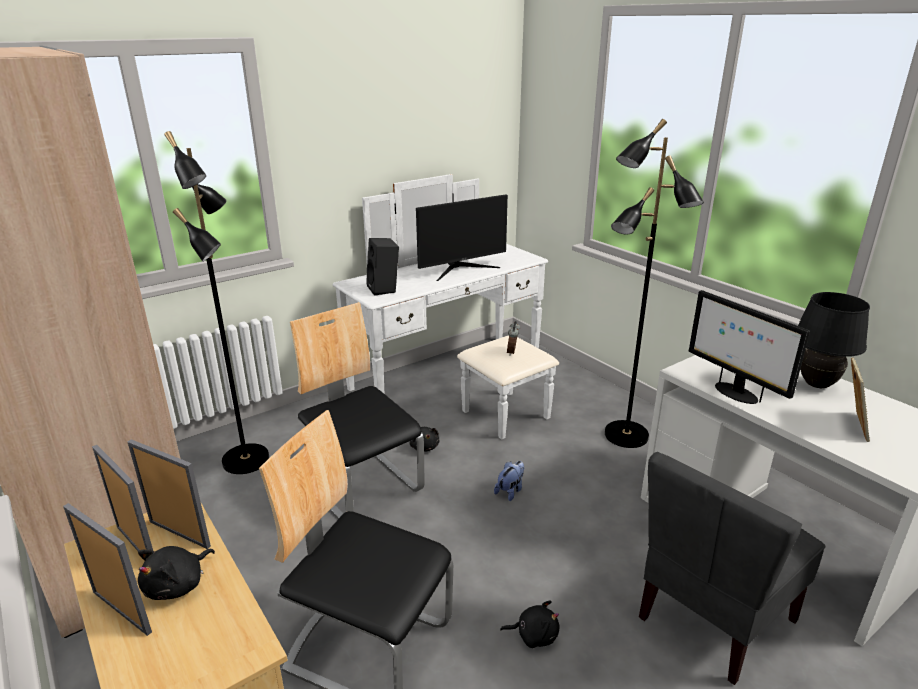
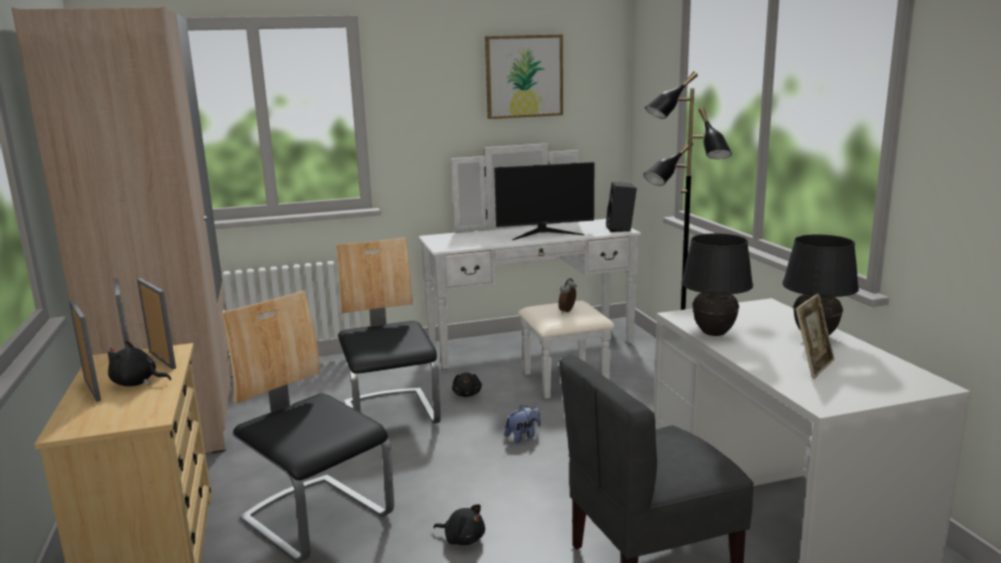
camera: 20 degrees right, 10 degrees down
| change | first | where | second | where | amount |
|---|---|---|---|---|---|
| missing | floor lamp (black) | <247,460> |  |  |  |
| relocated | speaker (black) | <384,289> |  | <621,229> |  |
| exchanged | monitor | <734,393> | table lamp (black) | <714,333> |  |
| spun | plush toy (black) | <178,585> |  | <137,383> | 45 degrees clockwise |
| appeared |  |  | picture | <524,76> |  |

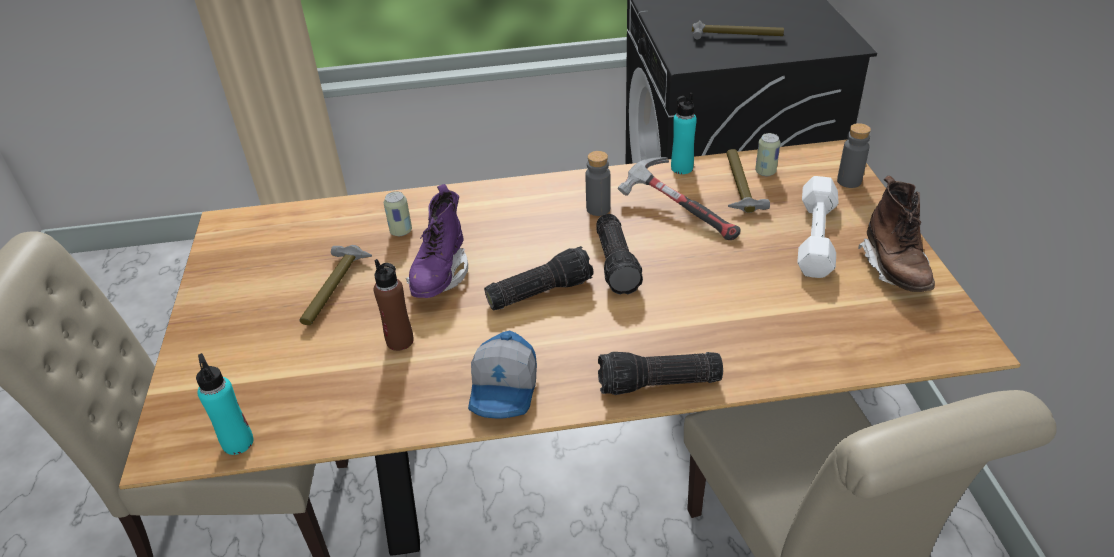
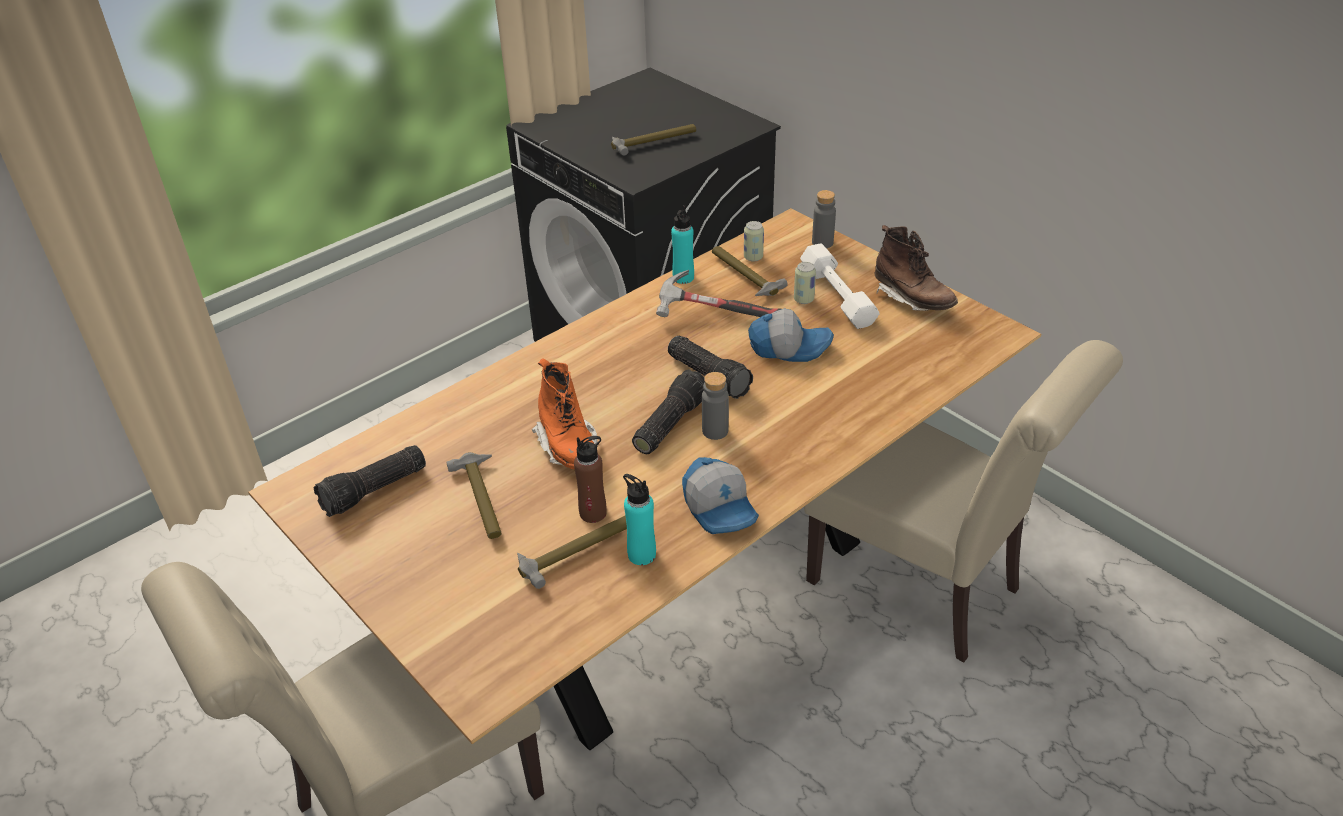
camera: 35 degrees left, 0 degrees up
| change | first | where | second | where | amount |
|---|---|---|---|---|---|
| relocated | bottle (grey) | <598,209> |  | <715,431> |  |
| colour | boot (purple) | <440,275> | boot (orange) | <568,447> |  |
| relocated | can | <401,231> |  | <803,299> |  |
| relocated | flashlight | <658,385> |  | <374,491> |  |
| relocated | bottle (turquoise) | <238,442> |  | <641,554> |  |
| appeared |  |  | cap | <789,346> |  |
| appeared |  |  | hammer | <577,552> |  |

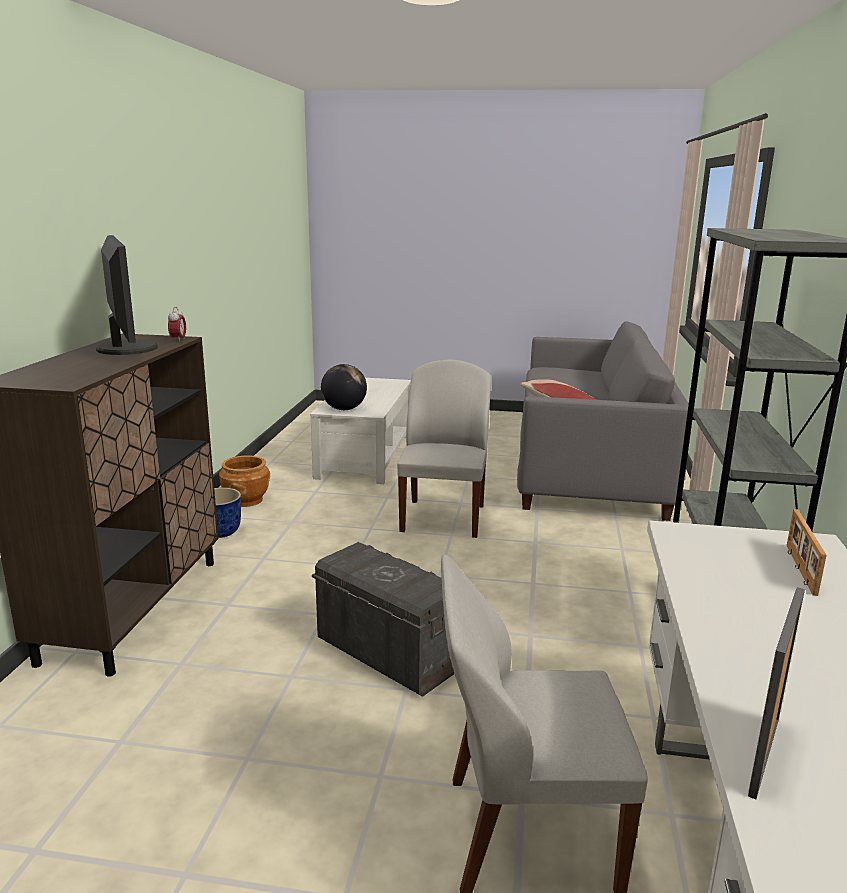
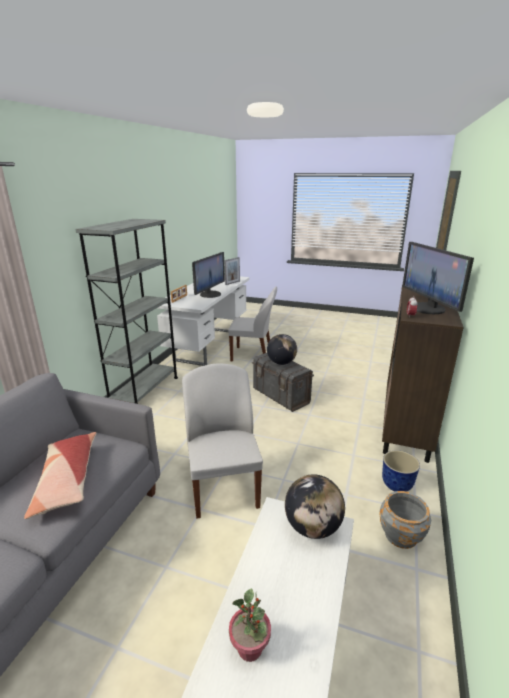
camera: 170 degrees left, 5 degrees up
| change | first | where | second | where | amount |
|---|---|---|---|---|---|
| spun | chair (white) | <443,517> |  | <224,488> | 150 degrees clockwise |
| colour | planter (brown) | <246,500> | planter (grey) | <400,535> |  |
| appeared |  |  | monitor | <210,294> |  |
| appeared |  |  | globe | <281,363> |  |
| appeared |  |  | potted plant | <250,648> |  |

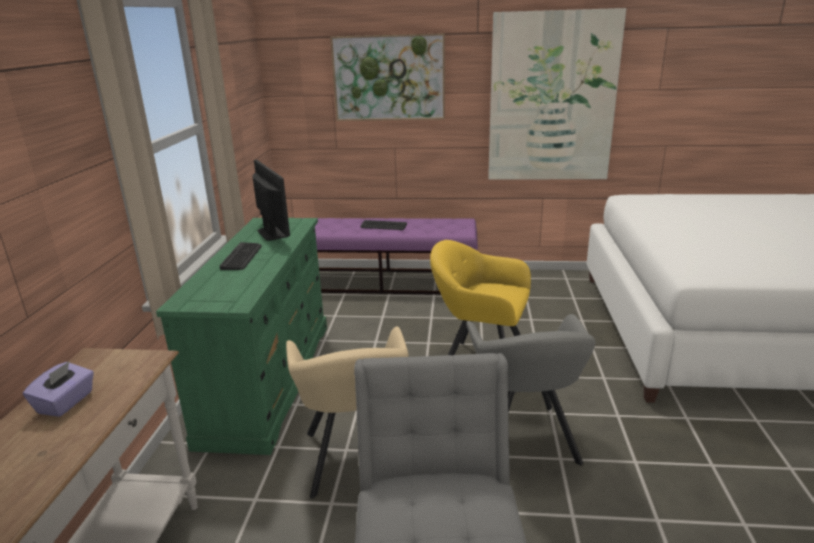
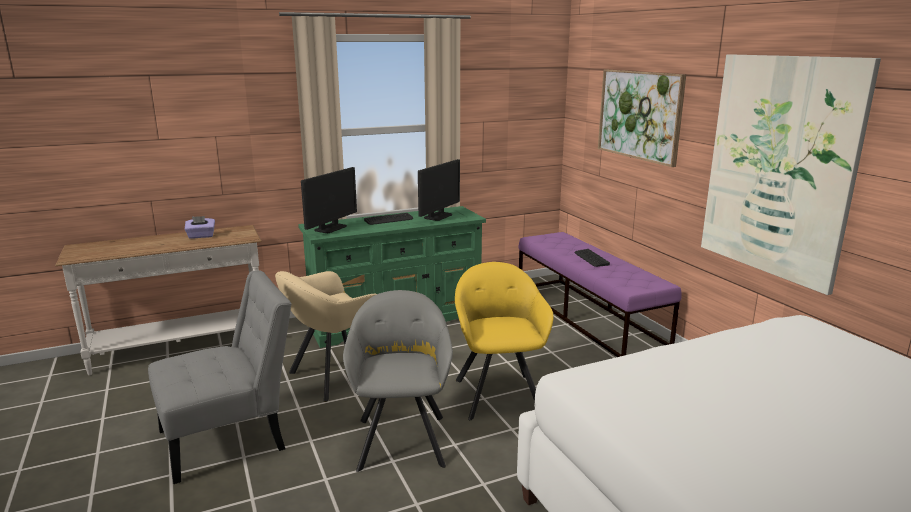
camera: 60 degrees right, 5 degrees down
| change | first | where | second | where | amount |
|---|---|---|---|---|---|
| spun | armchair (grey) | <523,441> |  | <402,438> | 120 degrees clockwise |
| appeared |  |  | monitor | <330,228> |  |

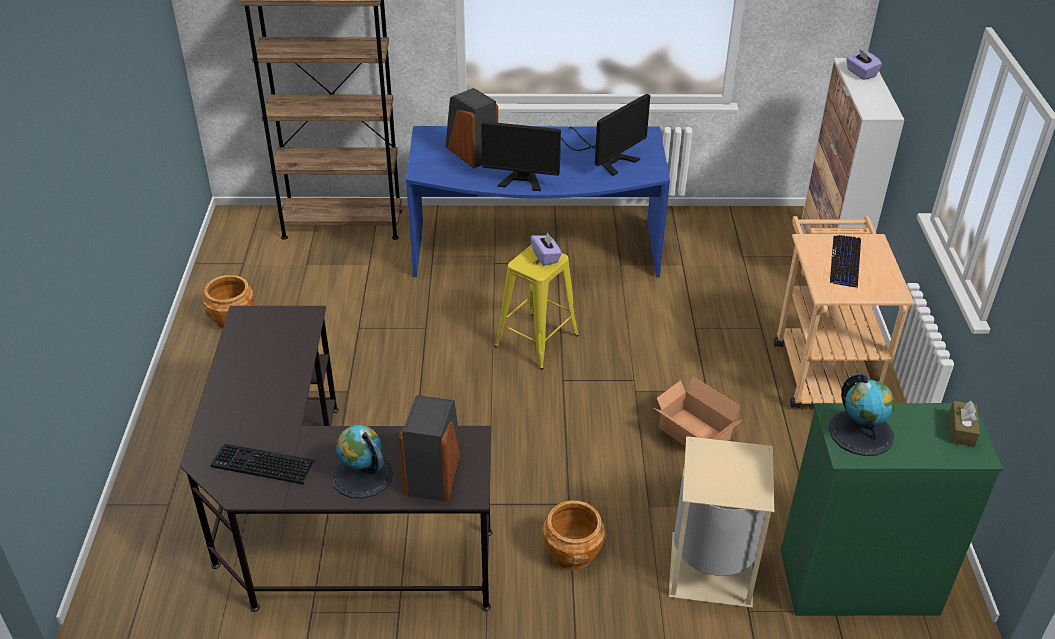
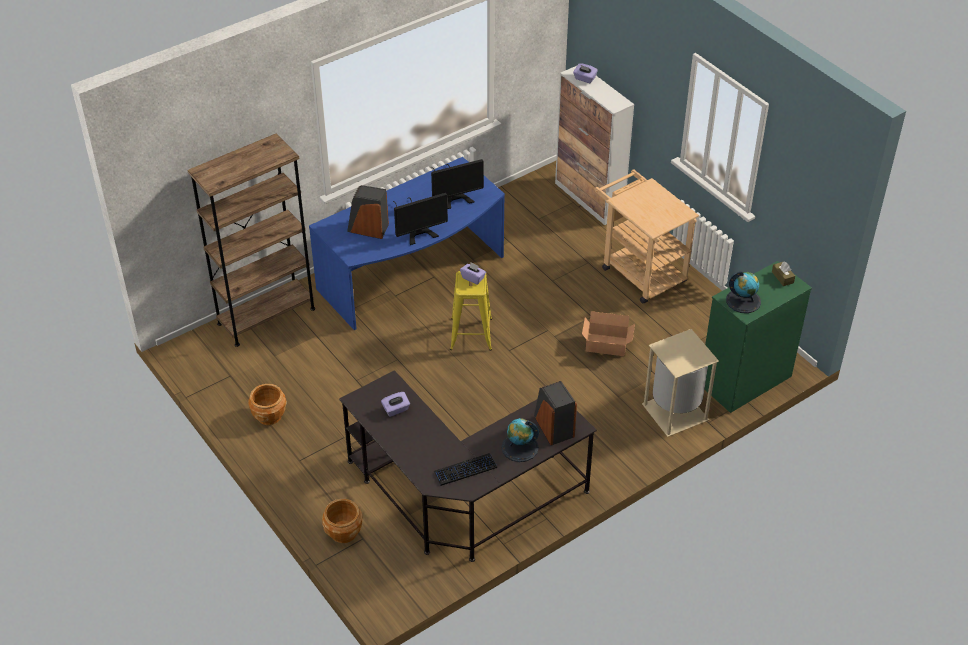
camera: 35 degrees left, 5 degrees up
| change | first | where | second | where | amount |
|---|---|---|---|---|---|
| spun | monitor | <606,158> |  | <453,194> | 60 degrees clockwise |
| missing | keyboard | <845,262> |  |  |  |
| relocated | planter (brown) | <572,554> |  | <343,532> |  |
| appeared |  |  | tissue box (purple) | <396,409> |  |

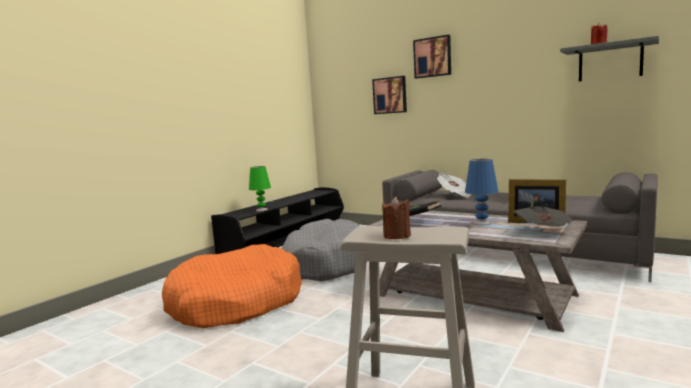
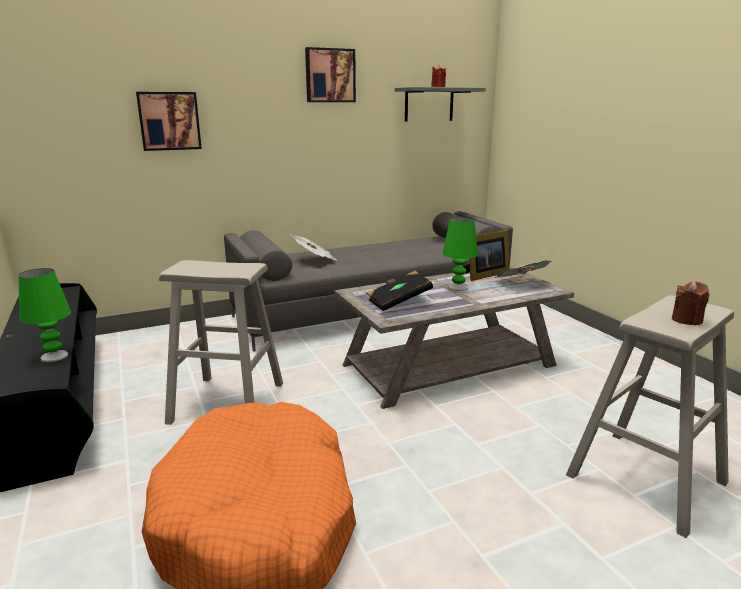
camera: 60 degrees left, 10 degrees up
| change | first | where | second | where | amount |
|---|---|---|---|---|---|
| relocated | picture | <432,57> |  | <330,75> |  |
| colour | table lamp (blue) | <481,223> | table lamp (green) | <458,287> |  |
| exchanged | dog bed (grey) | <325,263> | stool (beige) | <228,402> |  |

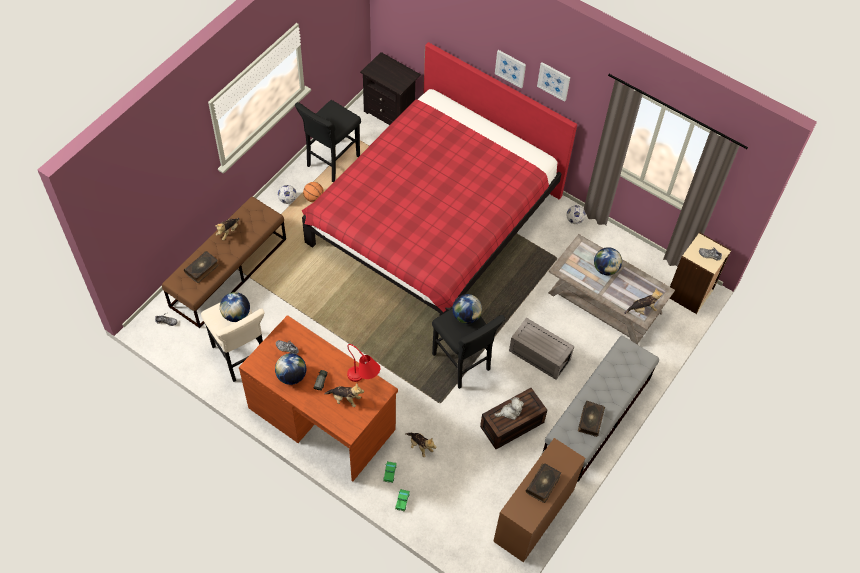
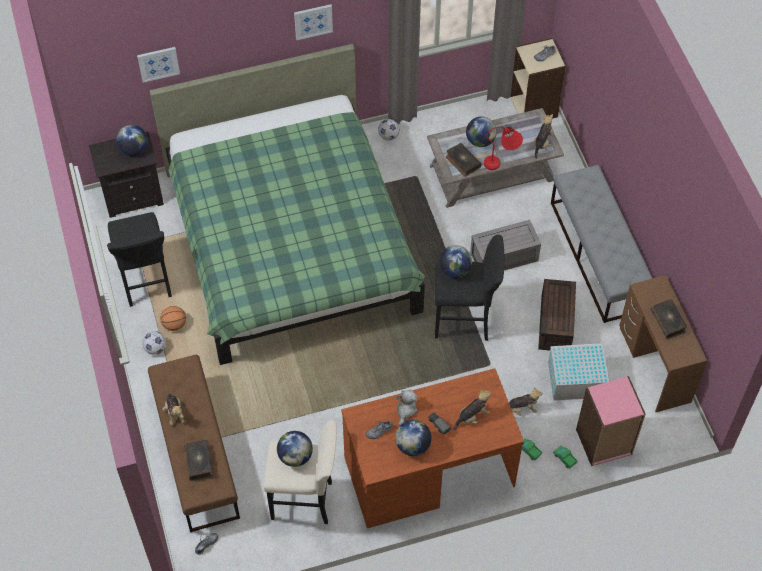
camera: 50 degrees left, 0 degrees up
| change | first | where | second | where | amount |
|---|---|---|---|---|---|
| colour | bed (red) | <434,219> | bed (green) | <290,242> |  |
| relocated | picture | <510,68> |  | <158,63> |  |
| relocated | table lamp (red) | <363,381> |  | <502,161> |  |
| relocated | plush toy | <510,412> |  | <406,410> |  |
| relocated | book | <590,420> |  | <462,162> |  |
| appeared |  |  | globe | <134,150> |  |
| appeared |  |  | storage box (white) | <575,379> |  |
| appeared |  |  | bookcase (pink) | <604,442> |  |

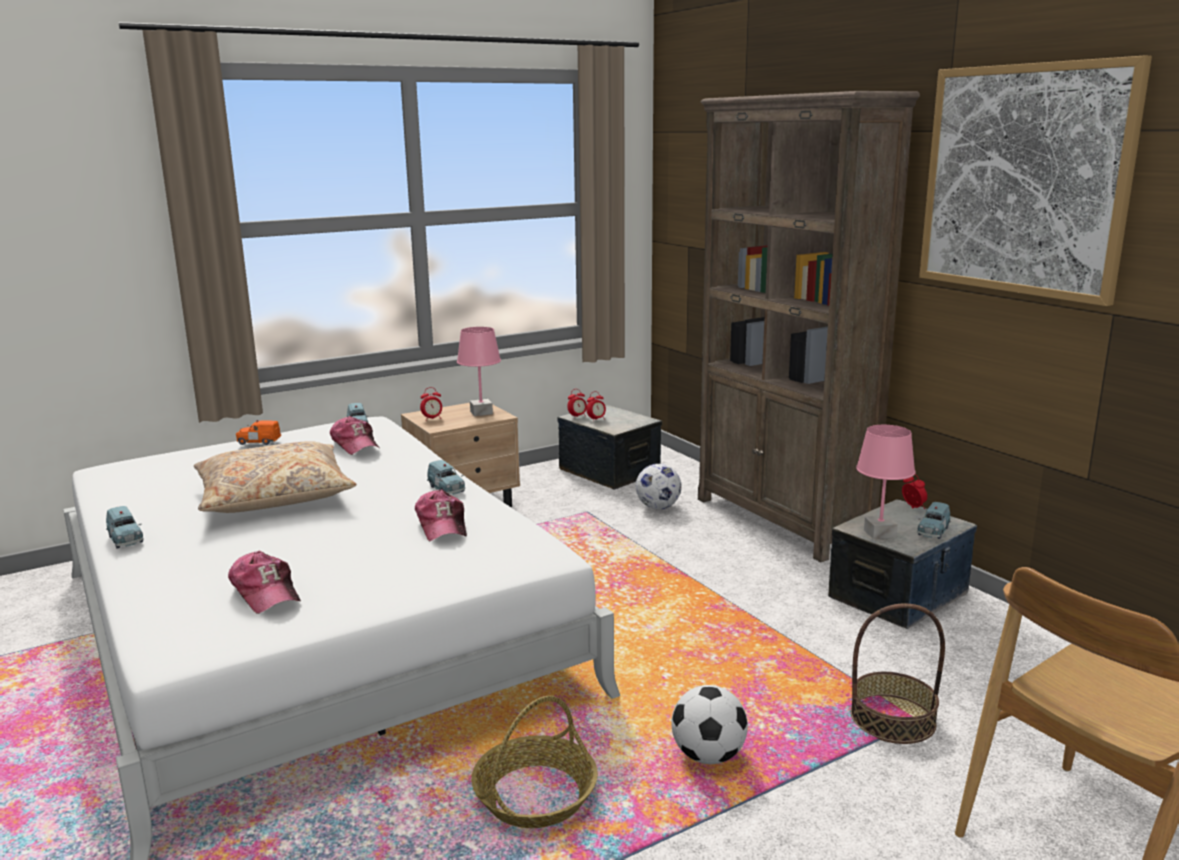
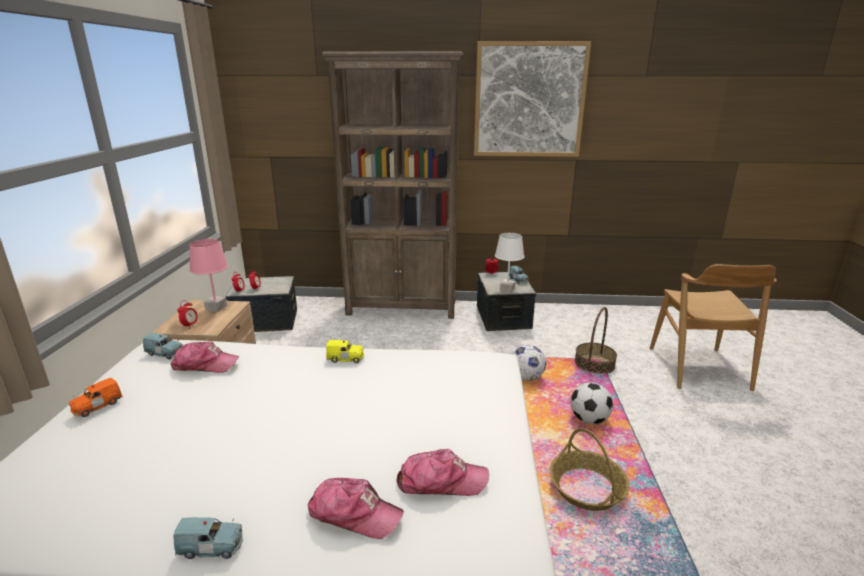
camera: 55 degrees left, 5 degrees up
| change | first | where | second | where | amount |
|---|---|---|---|---|---|
| colour | table lamp (pink) | <880,533> | table lamp (white) | <507,289> |  |
| missing | pillow (beige) | <274,496> |  |  |  |
| colour | toy car (blue) | <446,489> | toy car (yellow) | <346,359> |  |
| relocated | football | <658,507> |  | <526,378> |  |
| relocated | cap | <442,526> |  | <354,514> |  |

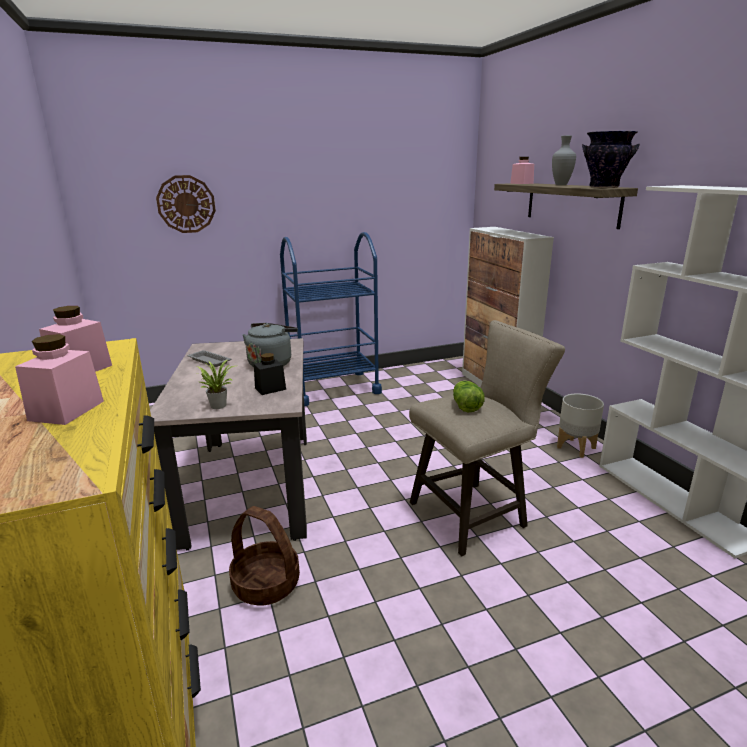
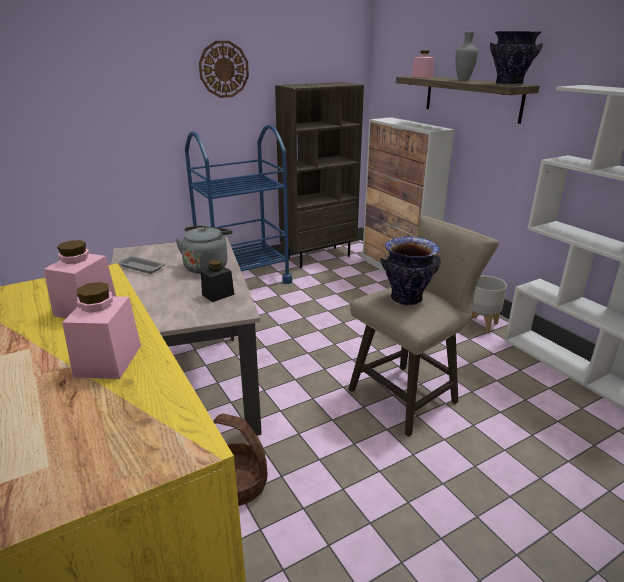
camera: 10 degrees left, 5 degrees up
| change | first | where | second | where | amount |
|---|---|---|---|---|---|
| relocated | wall clock | <186,204> |  | <224,69> |  |
| missing | potted plant | <218,405> |  |  |  |
| exchanged | lettuce | <466,406> | vase | <406,299> |  |
| appeared |  |  | bookcase (brown) | <318,257> |  |

